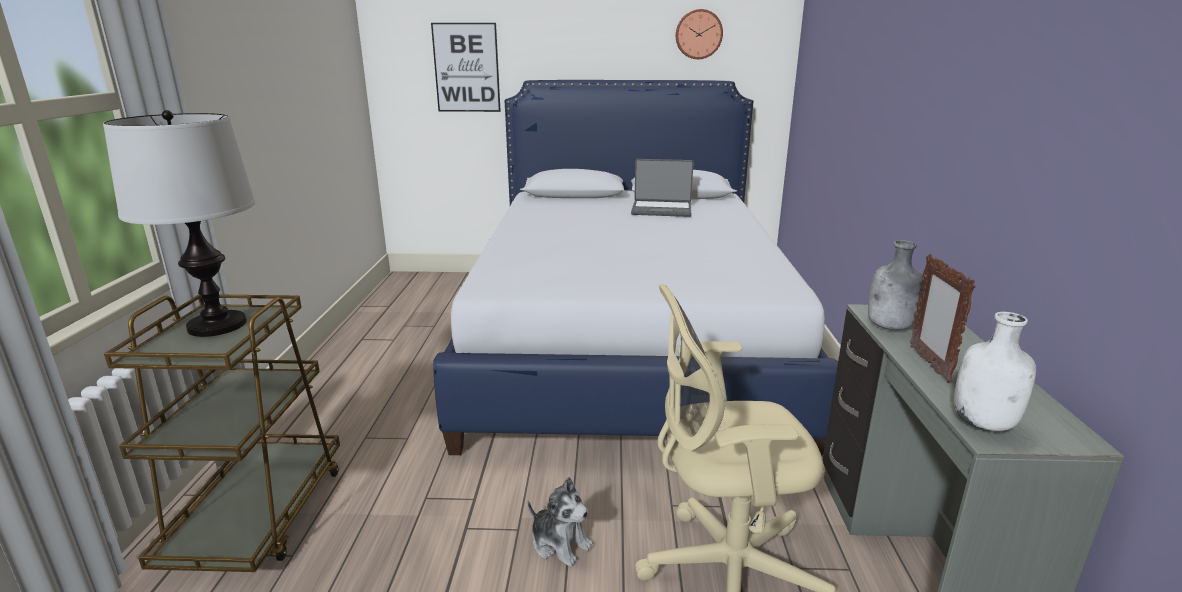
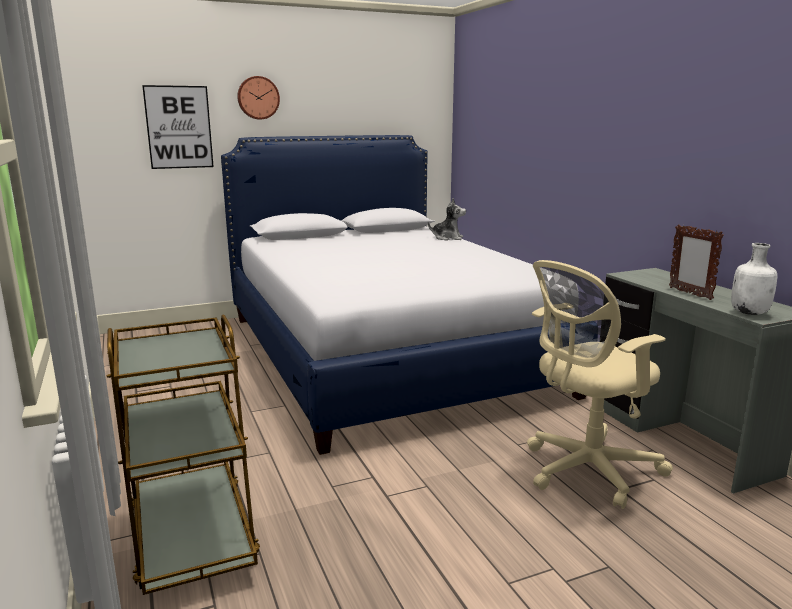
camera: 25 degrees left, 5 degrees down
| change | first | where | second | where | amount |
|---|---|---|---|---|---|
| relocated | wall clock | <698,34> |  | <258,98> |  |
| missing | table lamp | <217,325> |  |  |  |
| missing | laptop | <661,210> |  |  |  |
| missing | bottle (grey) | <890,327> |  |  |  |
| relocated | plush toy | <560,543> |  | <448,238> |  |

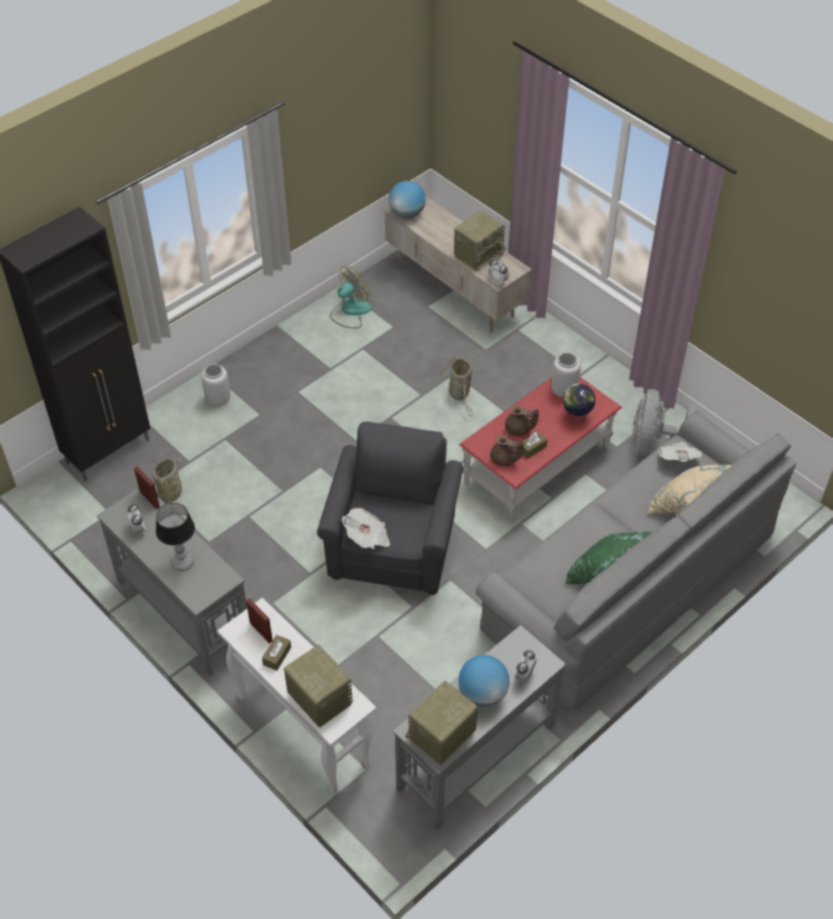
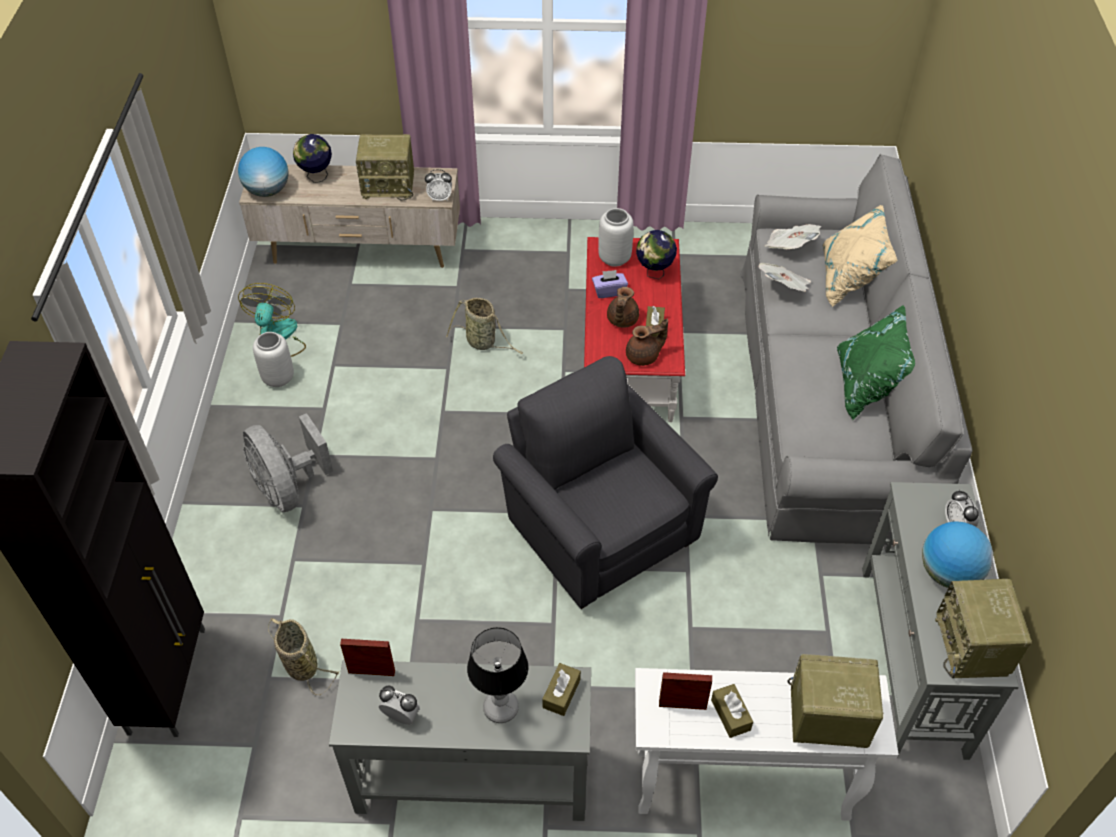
camera: 45 degrees left, 0 degrees up
| change | first | where | second | where | amount |
|---|---|---|---|---|---|
| spun | radio | <478,254> |  | <389,185> | 90 degrees clockwise |
| relocated | vase (grey) | <217,399> |  | <277,378> |  |
| relocated | fan (grey) | <652,443> |  | <288,488> |  |
| spun | teapot (brown) | <519,430> |  | <621,320> | 135 degrees clockwise |
| relocated | newspaper | <367,537> |  | <784,287> |  |
| appeared |  |  | globe | <316,177> |  |
| appeared |  |  | tissue box (purple) | <609,291> |  |
| appeared |  |  | tissue box (brown) | <561,693> |  |

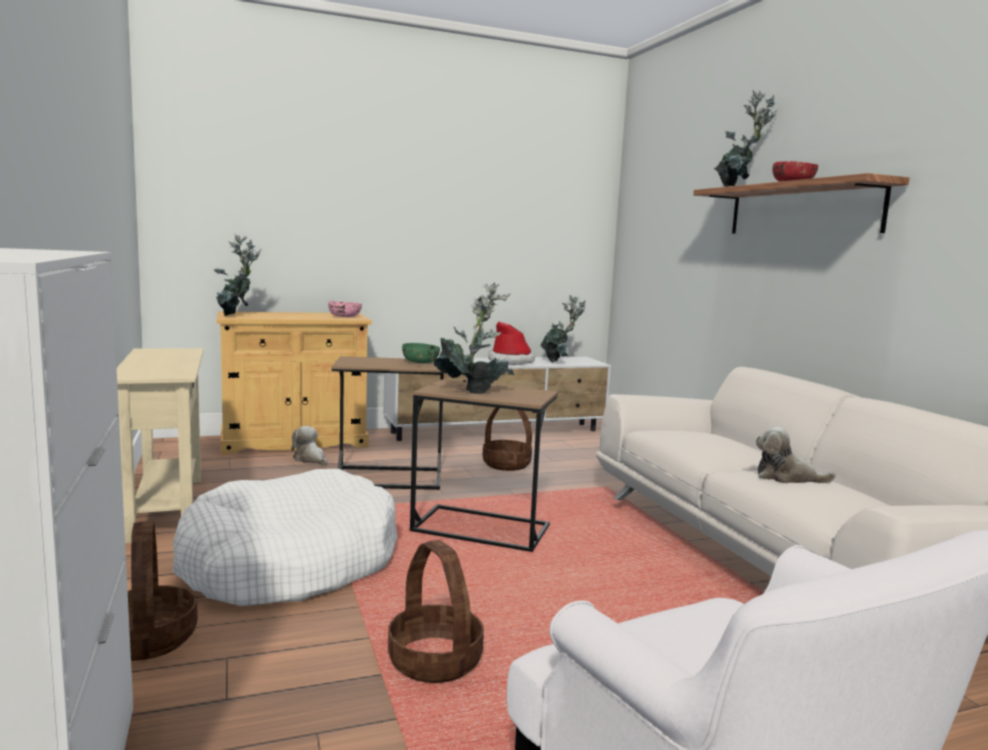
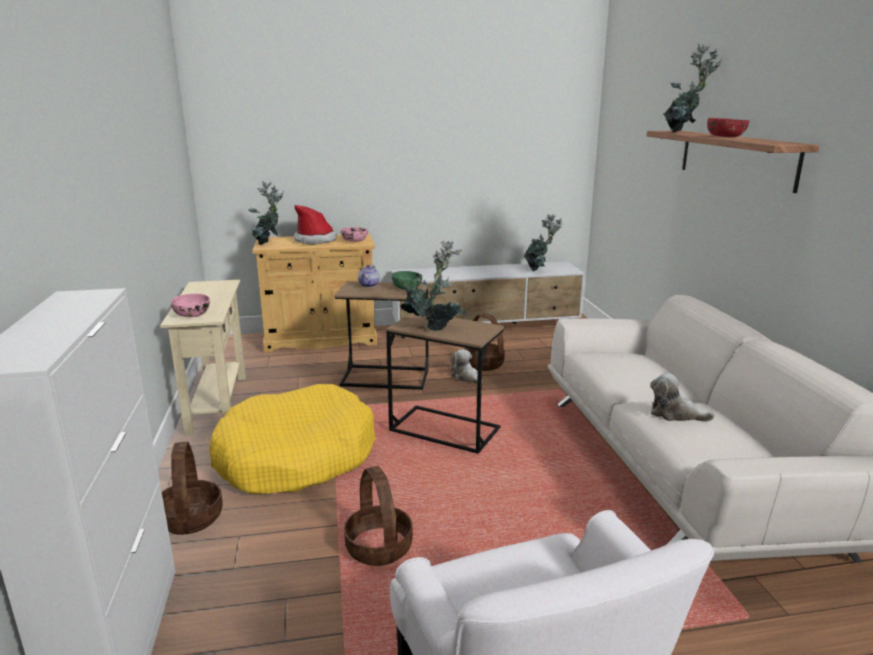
camera: 10 degrees right, 10 degrees up
| change | first | where | second | where | amount |
|---|---|---|---|---|---|
| relocated | hat | <511,361> |  | <315,240> |  |
| relocated | plush toy | <310,459> |  | <466,377> |  |
| colour | dog bed (white) | <290,563> | dog bed (yellow) | <295,457> |  |
| appeared |  |  | teapot | <369,285> |  |
| appeared |  |  | bowl (pink) | <192,314> |  |

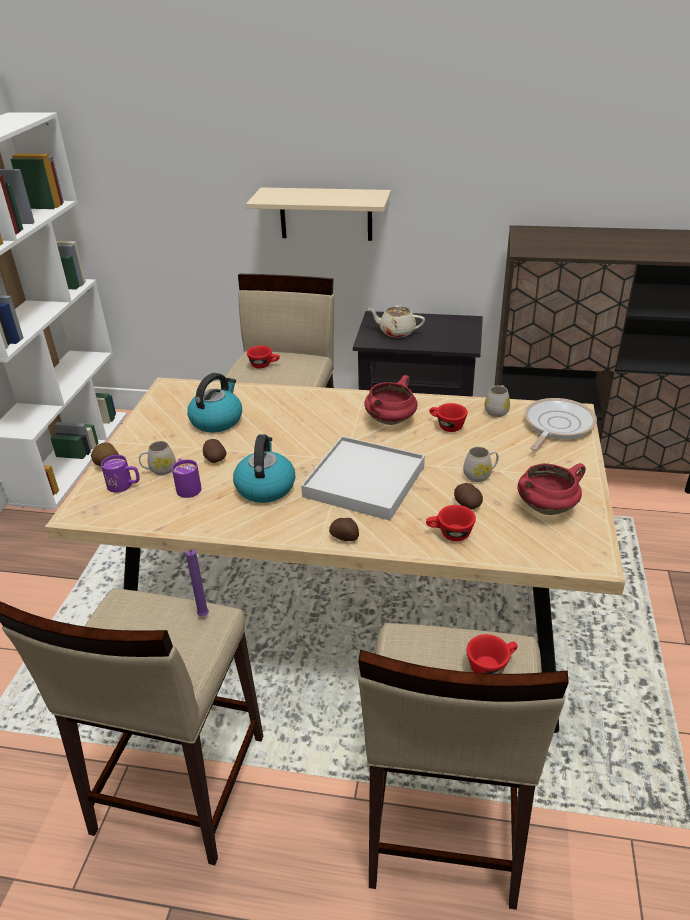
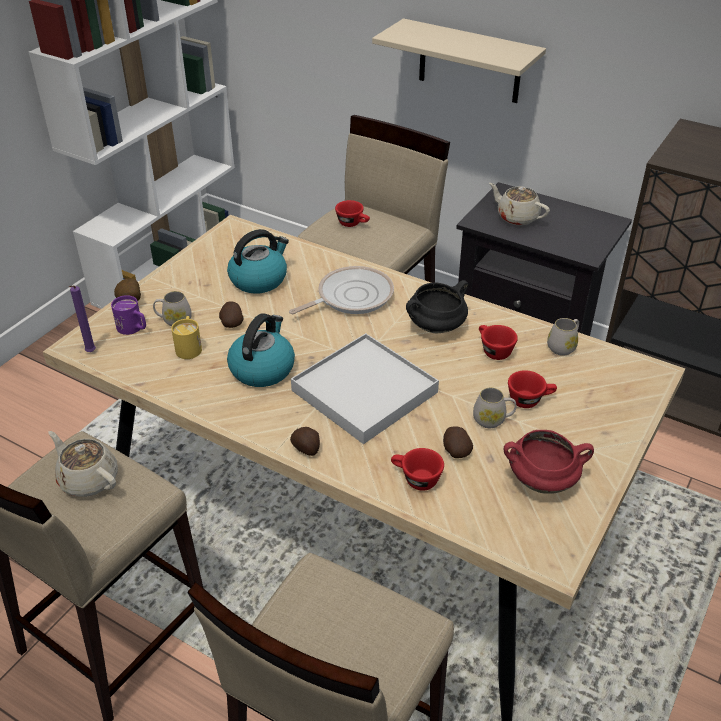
camera: 20 degrees right, 5 degrees up
| change | first | where | second | where | amount |
|---|---|---|---|---|---|
| colour | cooking pot (red) | <390,421> | cooking pot (black) | <435,327> |  |
| relocated | frying pan | <556,425> |  | <351,296> |  |
| colour | mug (purple) | <187,487> | mug (yellow) | <189,347> |  |
| relocated | candle (purple) | <203,617> |  | <90,353> |  |
| relocated | cup (red) | <491,665> |  | <530,400> |  |
| appeared |  |  | teapot (beige) | <88,479> |  |

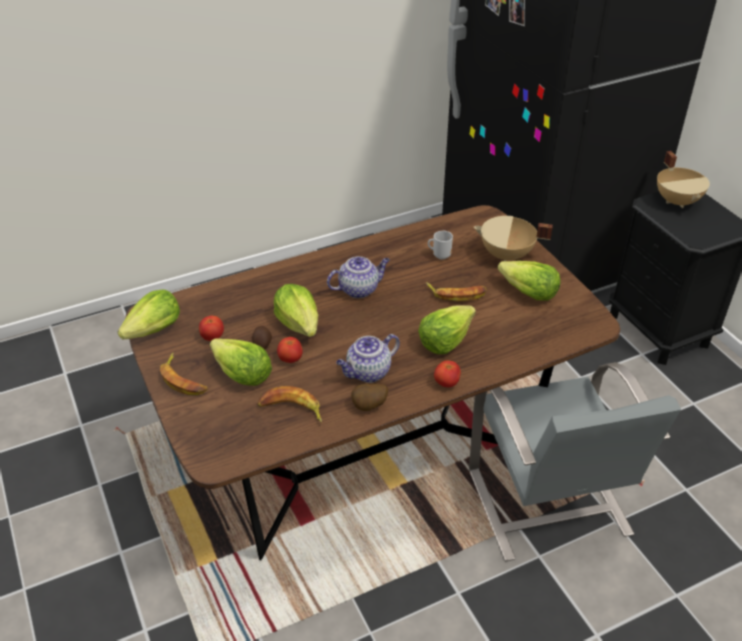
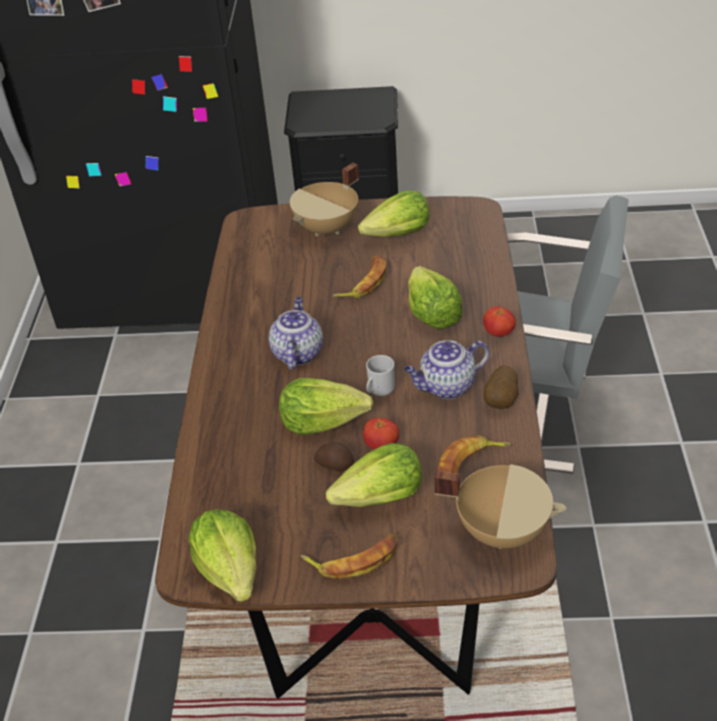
camera: 60 degrees left, 0 degrees up
| change | first | where | second | where | amount |
|---|---|---|---|---|---|
| relocated | cooking pot (beige) | <677,201> |  | <502,529> |  |
| relocated | mug | <440,255> |  | <379,392> |  |
| missing | tomato | <212,337> |  |  |  |
| spun | teapot | <368,373> |  | <446,387> | 75 degrees clockwise |

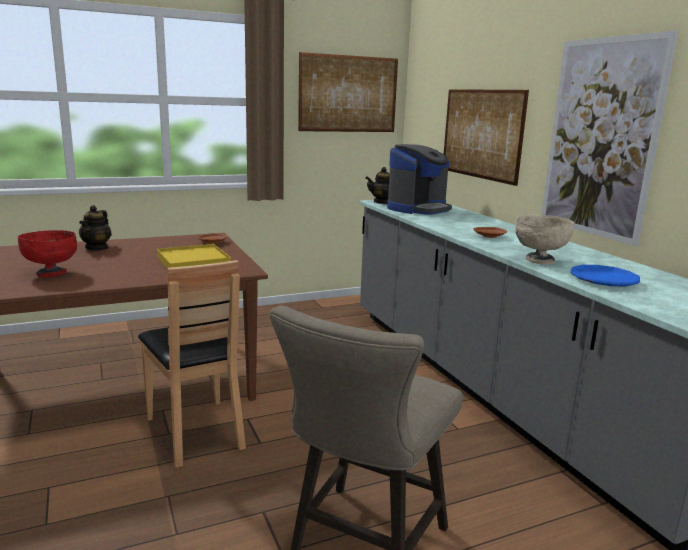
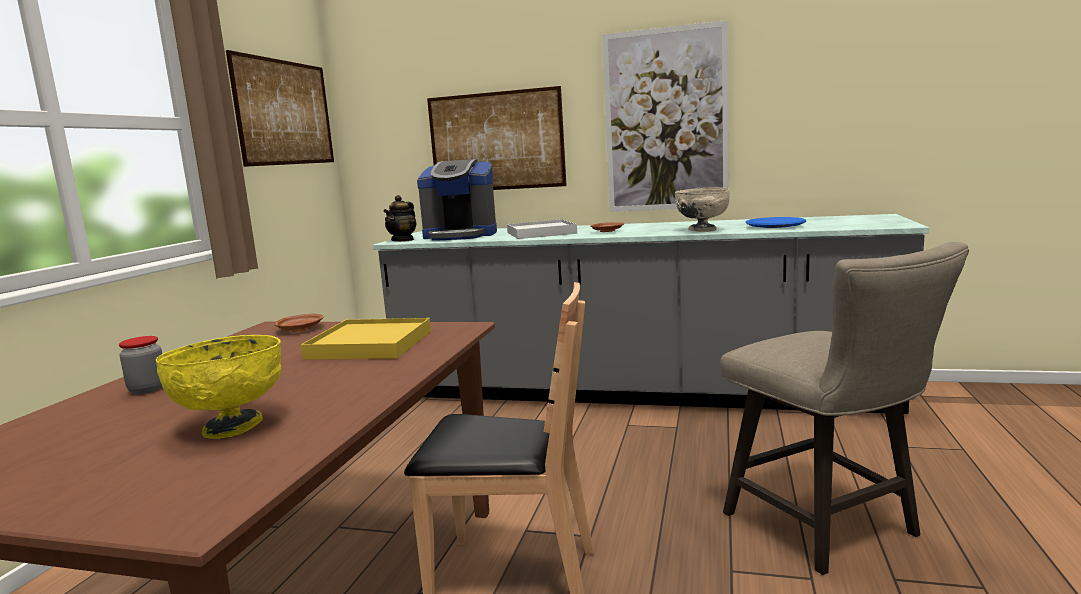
camera: 50 degrees left, 5 degrees down
| change | first | where | second | where | amount |
|---|---|---|---|---|---|
| spun | coffee machine | <418,209> |  | <461,235> | 105 degrees clockwise |
| exchanged | teapot | <97,248> | jar | <148,389> |  |
| colour | bowl (red) | <52,273> | bowl (yellow) | <232,427> |  |
| appeared |  |  | tray (white) | <541,233> |  |

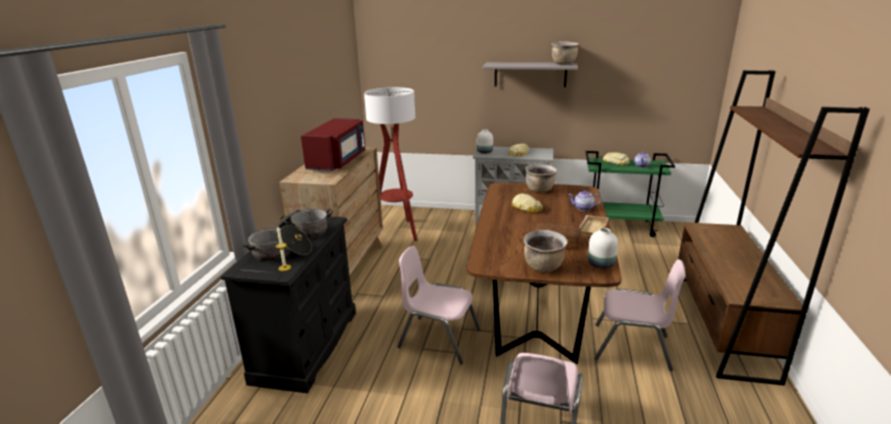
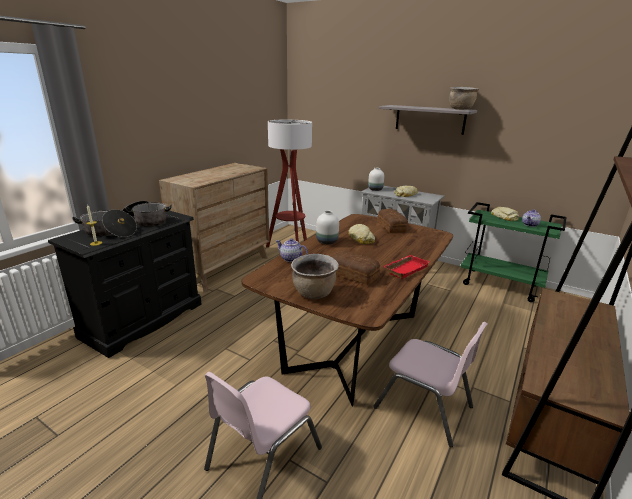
camera: 20 degrees right, 0 degrees up
| change | first | where | second | where | amount |
|---|---|---|---|---|---|
| missing | microwave (red) | <338,161> |  |  |  |
| exchanged | cooking pot (brown) | <539,190> | bread | <391,226> |  |
| relocated | teapot | <583,208> |  | <290,259> |  |
| colour | tray (beige) | <591,228> | tray (red) | <405,269> |  |
| relocated | vase (white) | <600,265> |  | <326,242> |  |
| missing | chair (pink) | <439,338> |  |  |  |

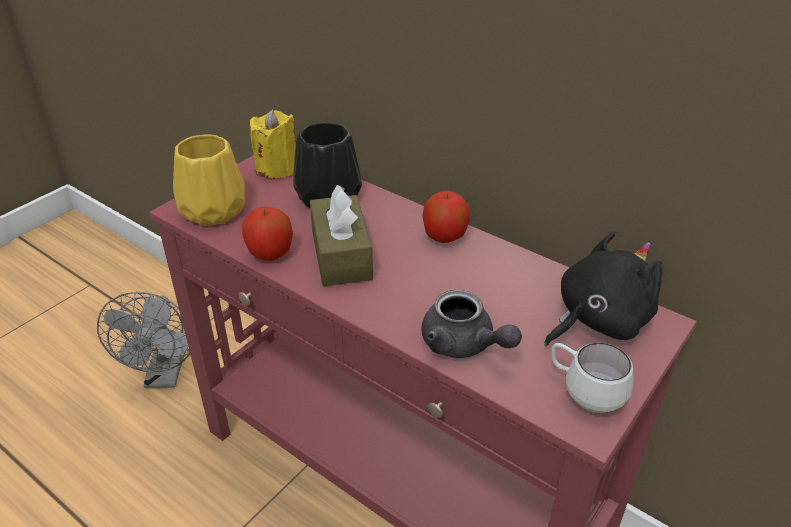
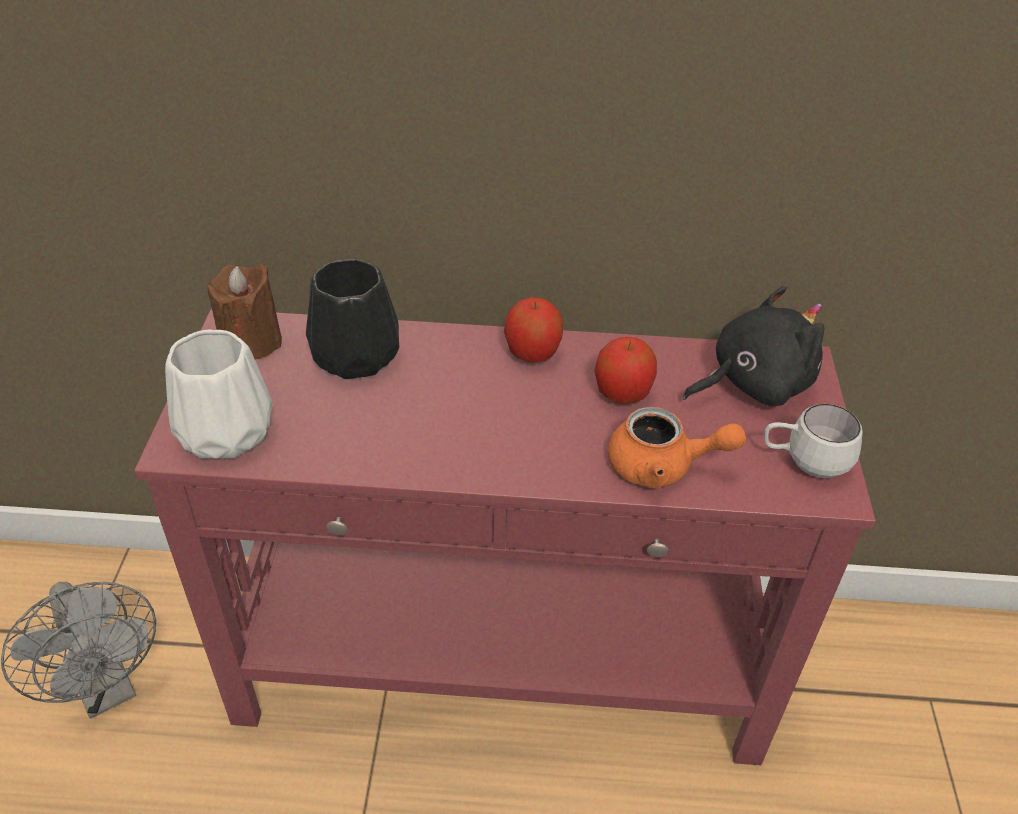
camera: 35 degrees left, 5 degrees up
| change | first | where | second | where | amount |
|---|---|---|---|---|---|
| colour | candle (yellow) | <277,168> | candle (brown) | <251,342> |  |
| colour | vase (yellow) | <212,212> | vase (white) | <225,435> |  |
| missing | tissue box (brown) | <341,255> |  |  |  |
| relocated | apple | <270,253> |  | <622,394> |  |
| spun | plush toy (black) | <597,320> |  | <753,383> | 45 degrees clockwise |
| colour | teapot (grey) | <464,345> | teapot (orange) | <662,466> |  |

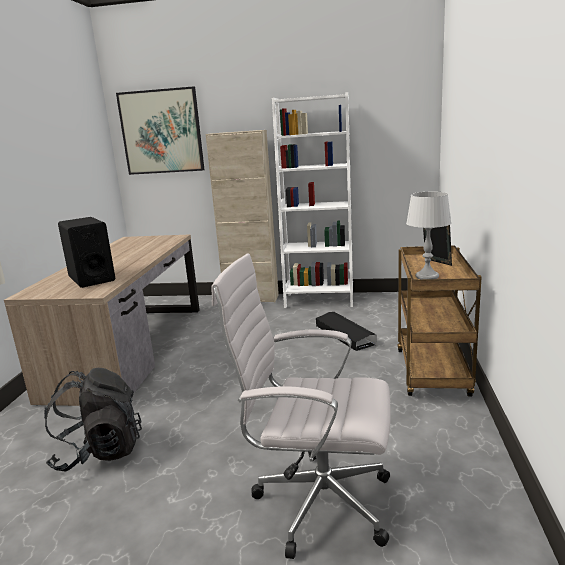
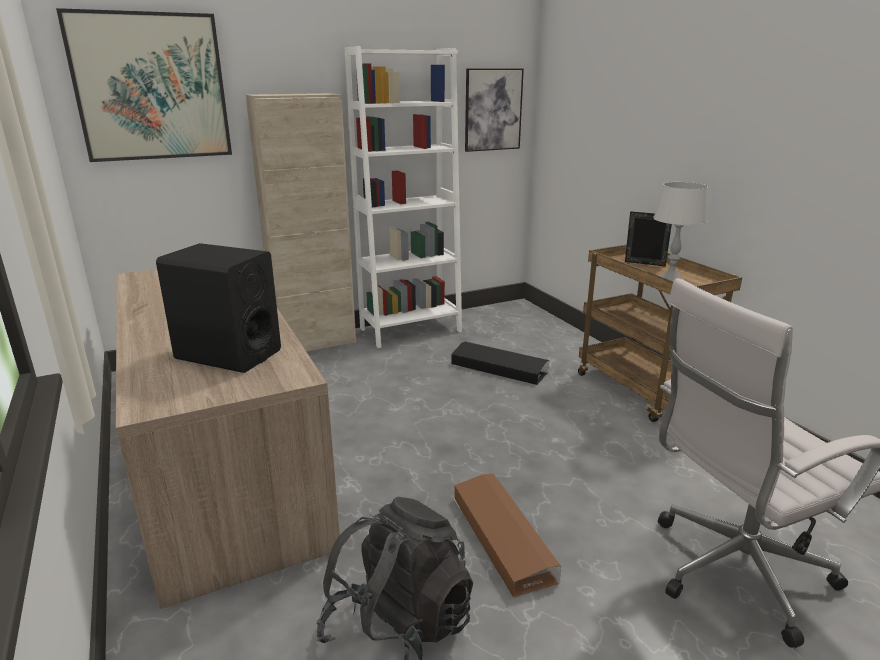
camera: 35 degrees left, 5 degrees up
| change | first | where | second | where | amount |
|---|---|---|---|---|---|
| appeared |  |  | picture | <493,110> |  |
| appeared |  |  | storage box (brown) | <502,537> |  |

